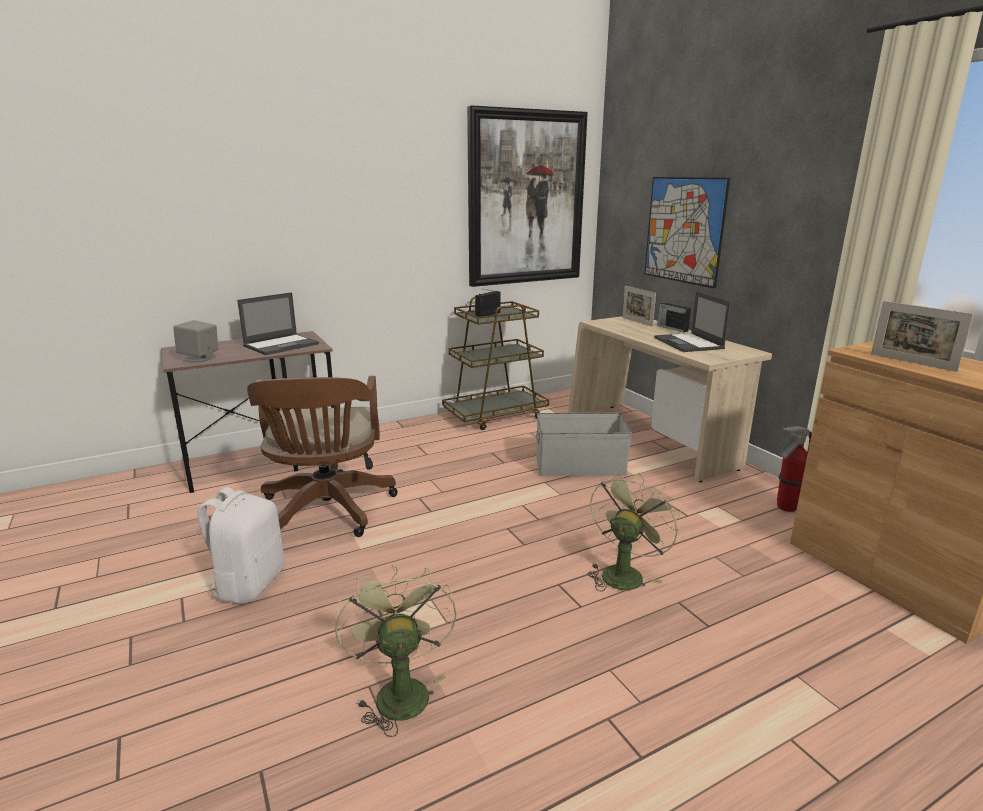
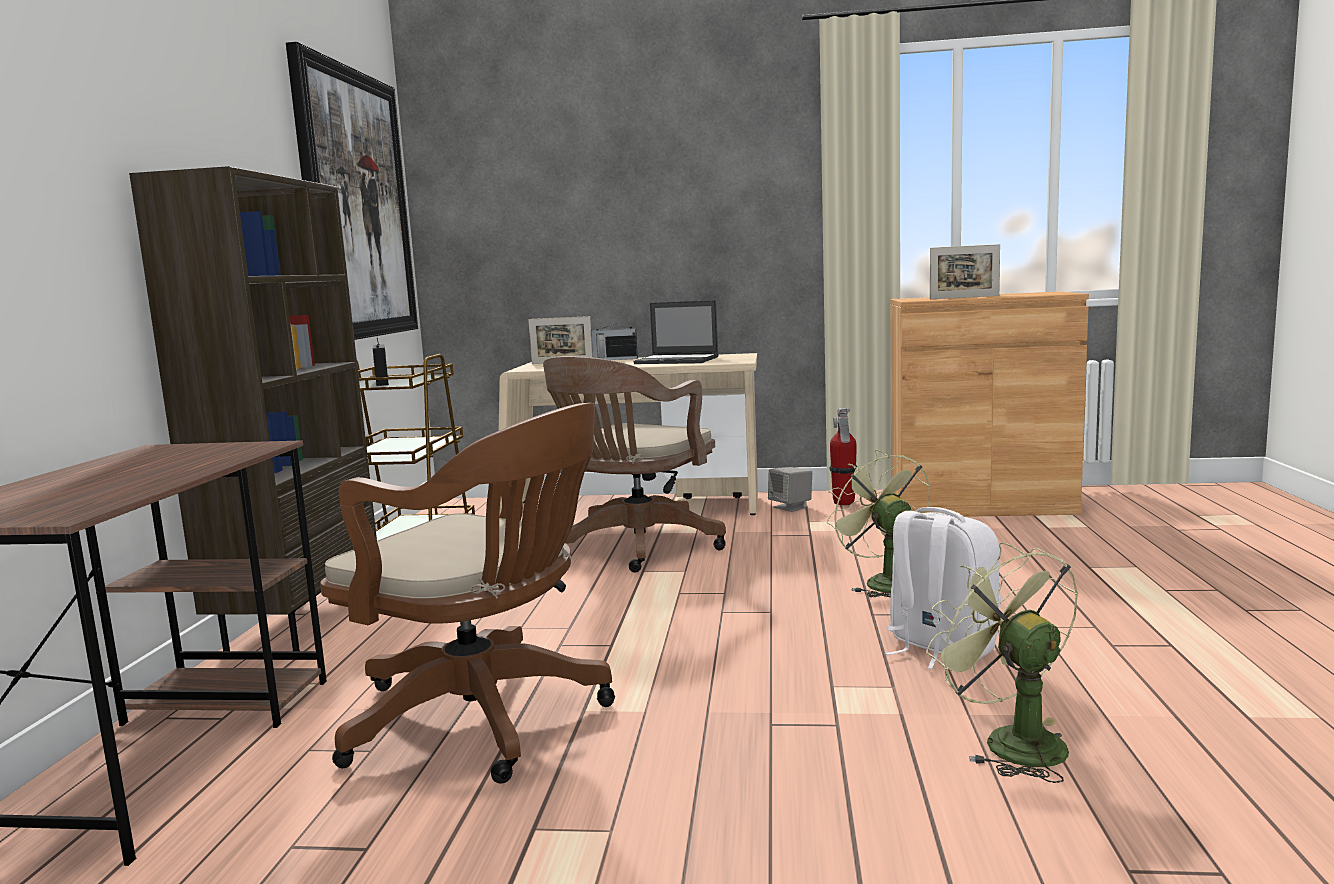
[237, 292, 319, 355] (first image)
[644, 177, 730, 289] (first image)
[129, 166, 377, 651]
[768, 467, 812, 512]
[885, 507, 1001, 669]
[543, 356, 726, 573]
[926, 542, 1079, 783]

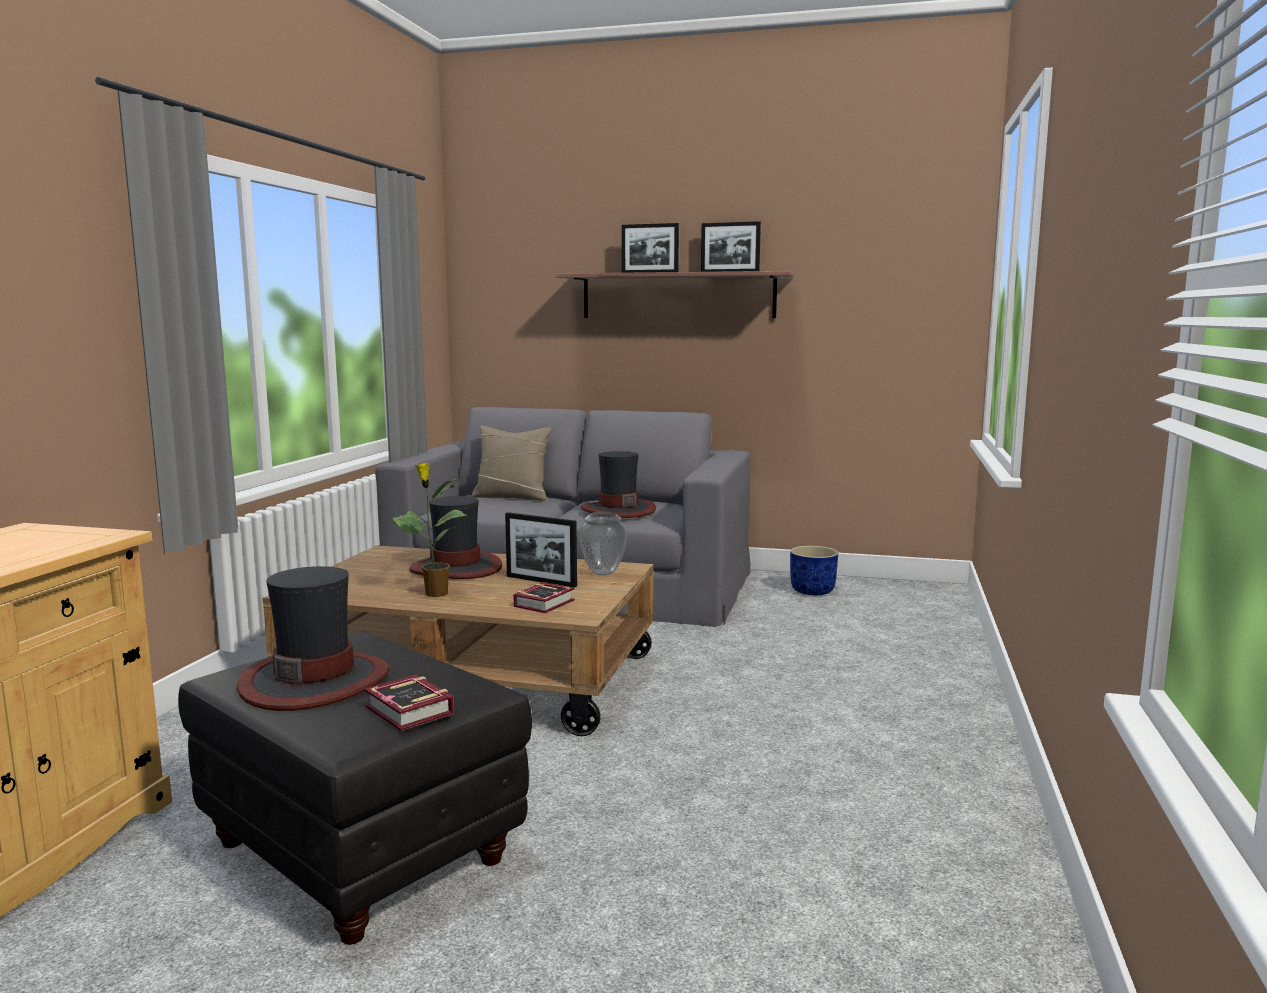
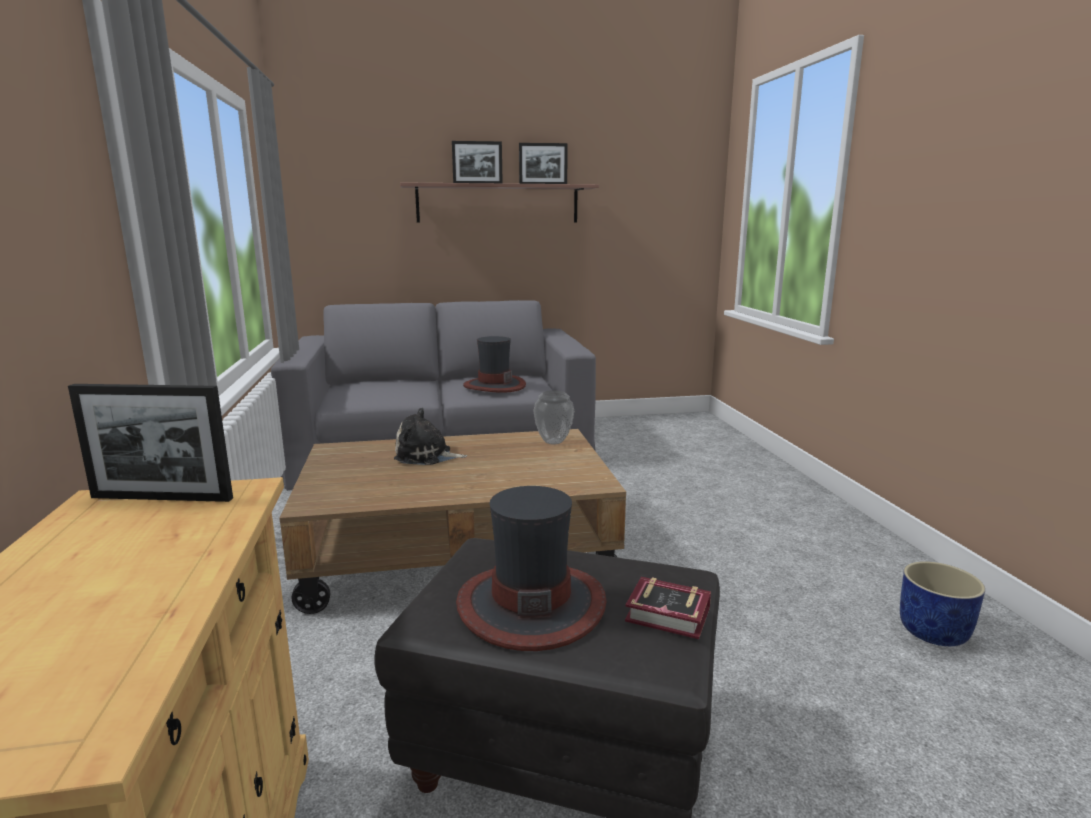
[392, 463, 466, 597] (first image)
[472, 426, 551, 501] (first image)
[513, 582, 575, 613] (first image)
[68, 384, 233, 502]
[900, 561, 985, 646]
[394, 408, 467, 465]

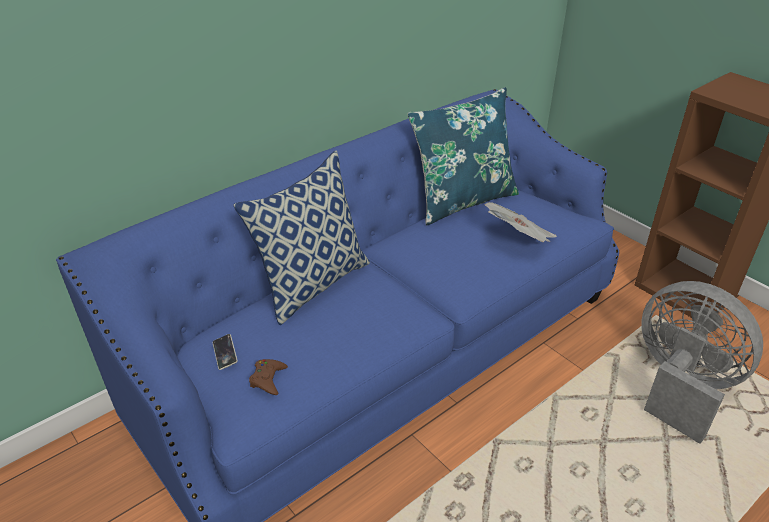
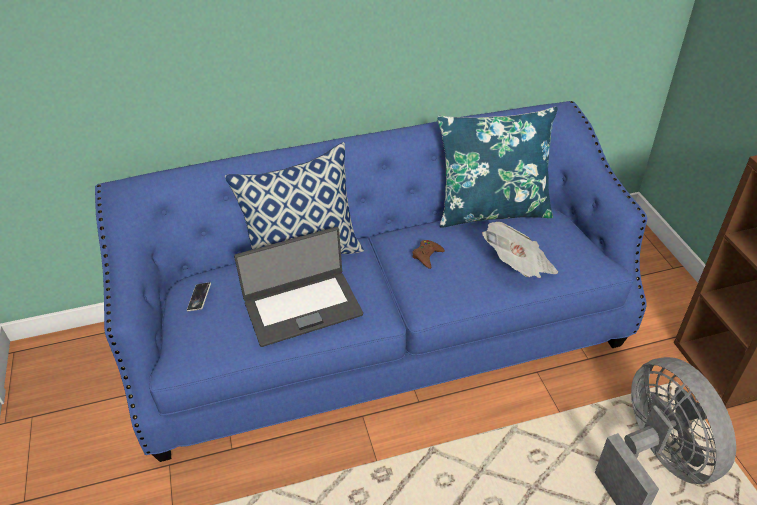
[234, 227, 363, 347]
[412, 240, 445, 269]

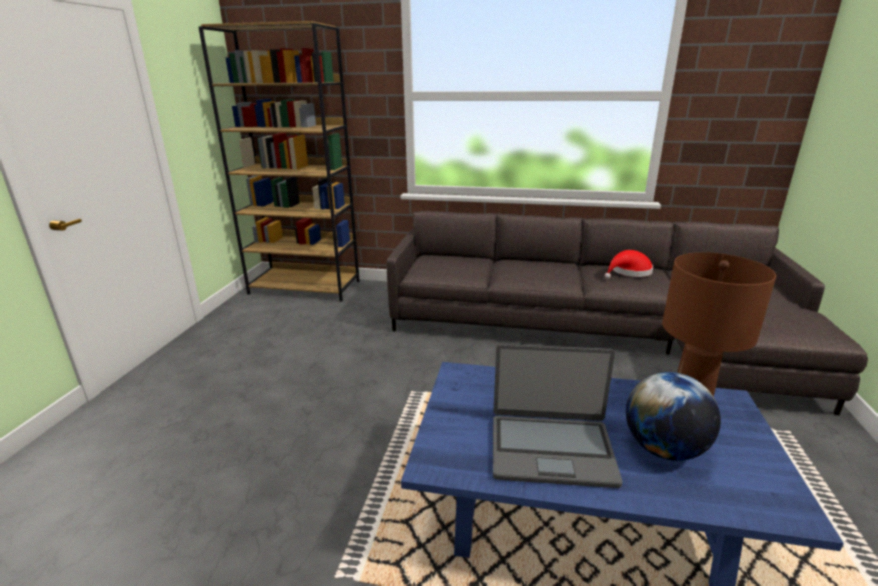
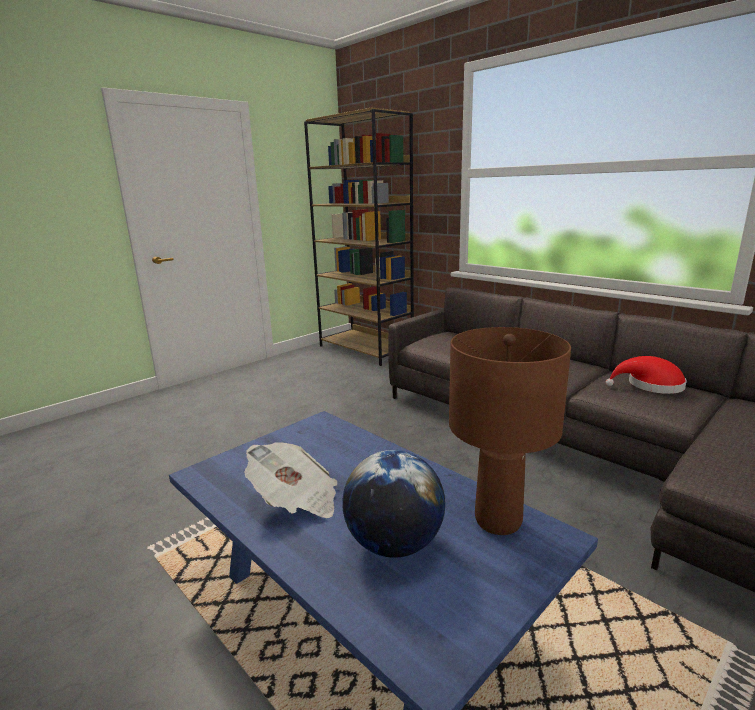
[244, 442, 337, 518]

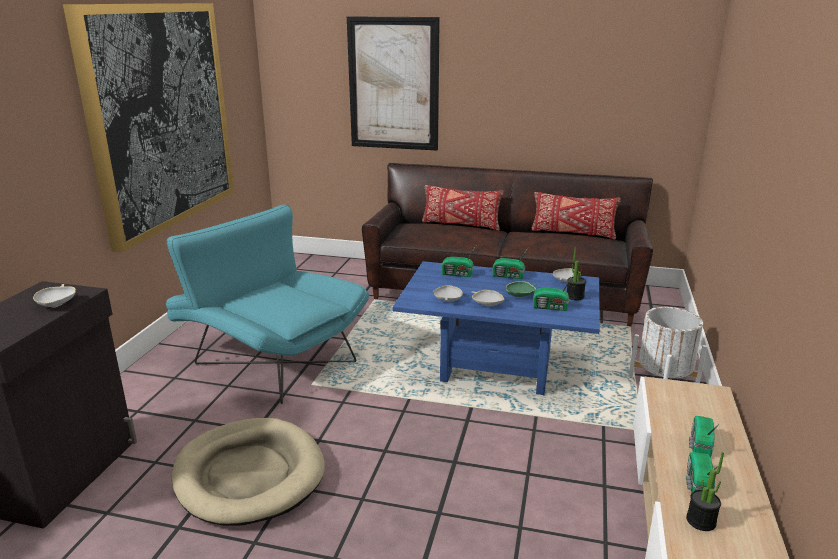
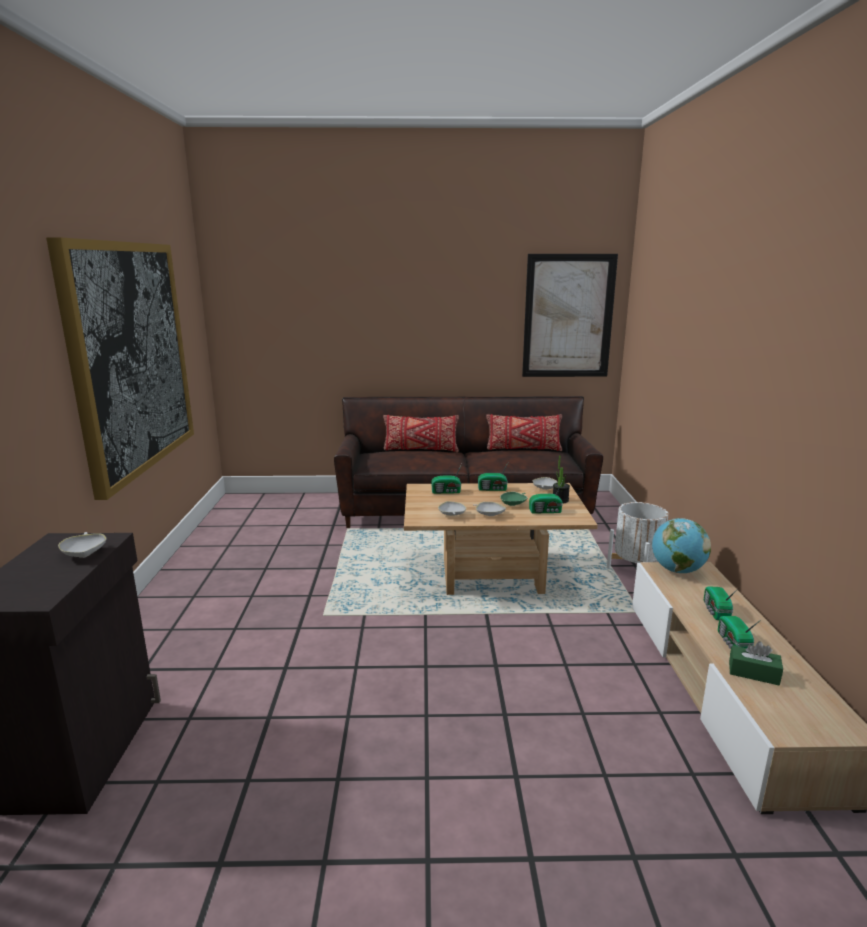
[166, 204, 369, 404] (first image)
[172, 418, 325, 526] (first image)
[652, 518, 711, 573]
[522, 254, 618, 377]
[729, 641, 783, 685]
[404, 483, 598, 595]

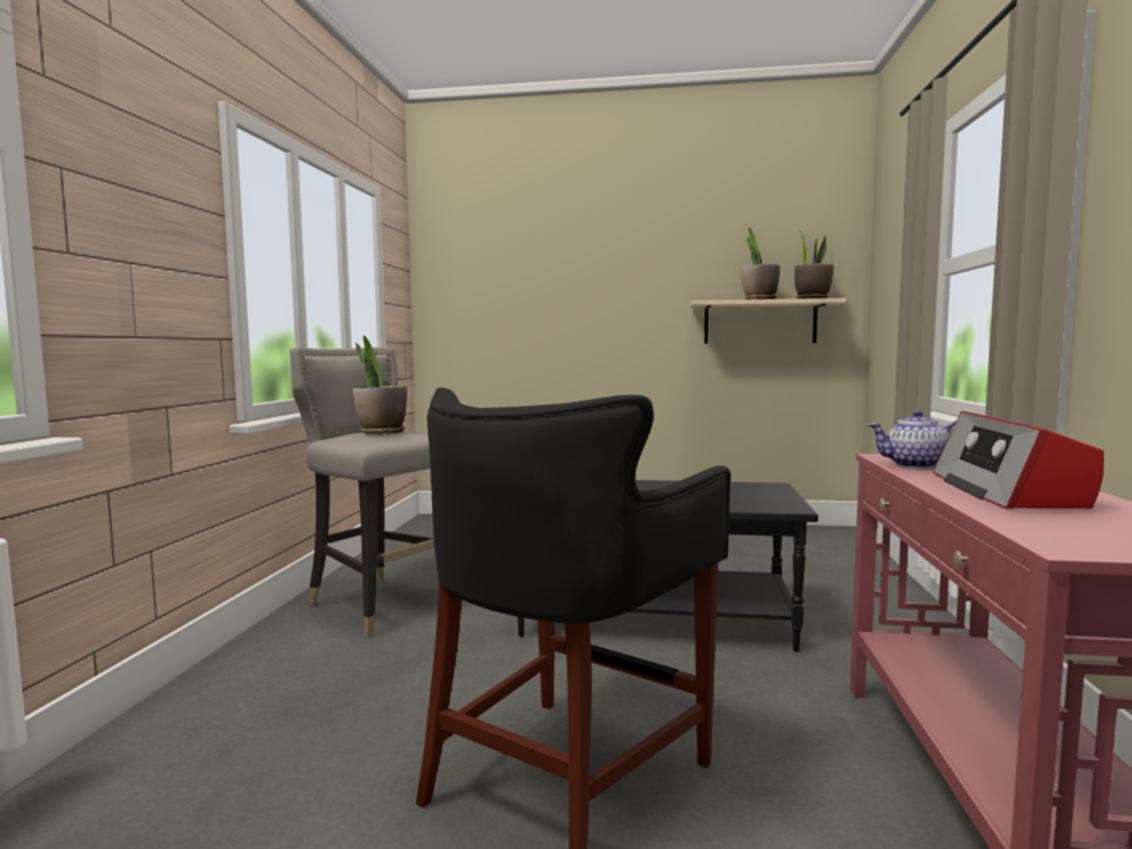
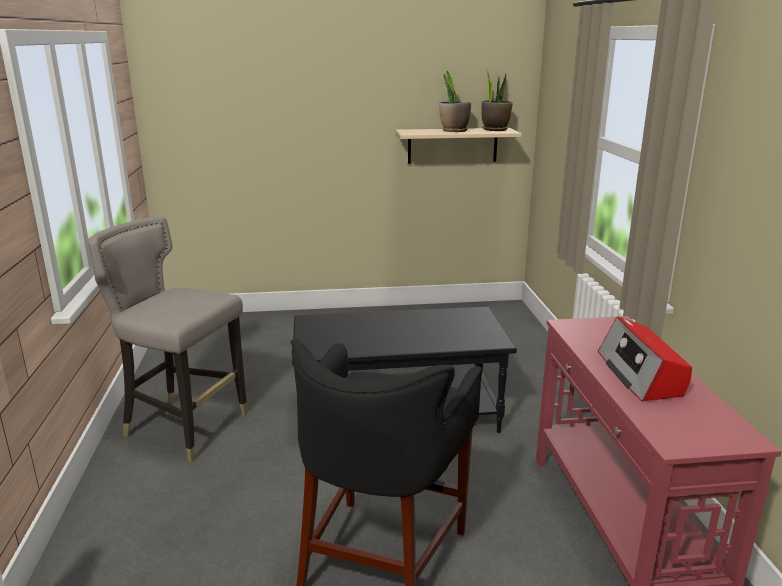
[353, 335, 407, 434] (first image)
[868, 411, 956, 469] (first image)

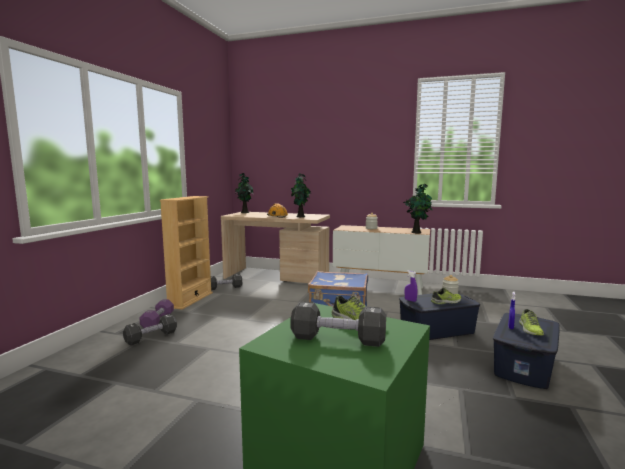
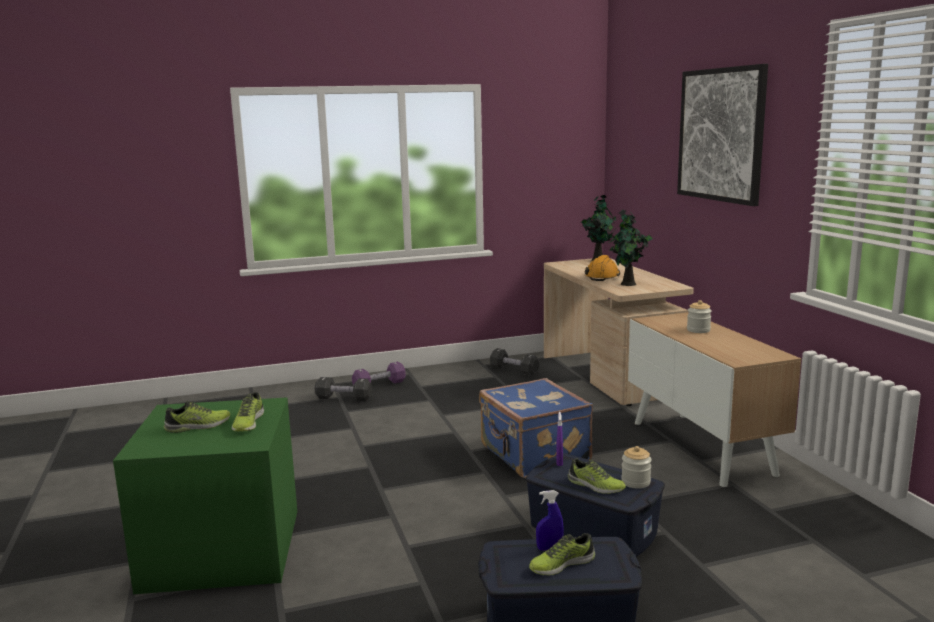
[160, 196, 213, 310] (first image)
[403, 184, 433, 233] (first image)
[677, 64, 768, 206]
[164, 401, 230, 433]

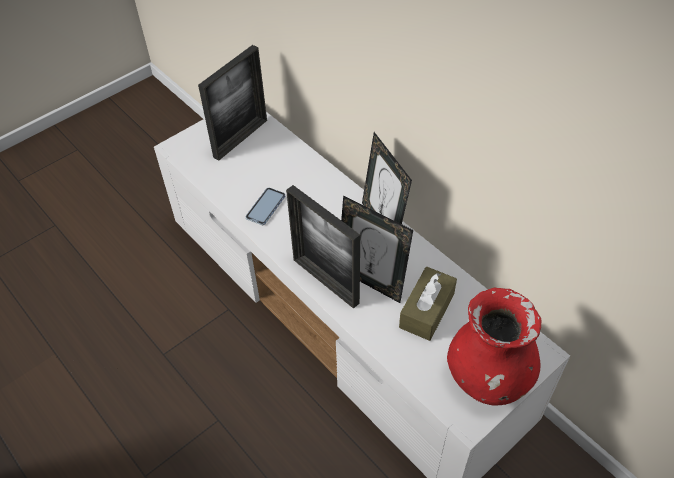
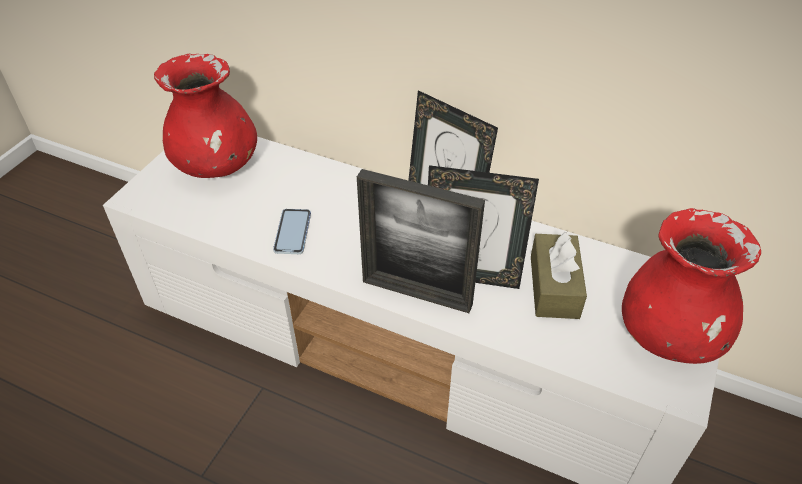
[154, 54, 257, 178]

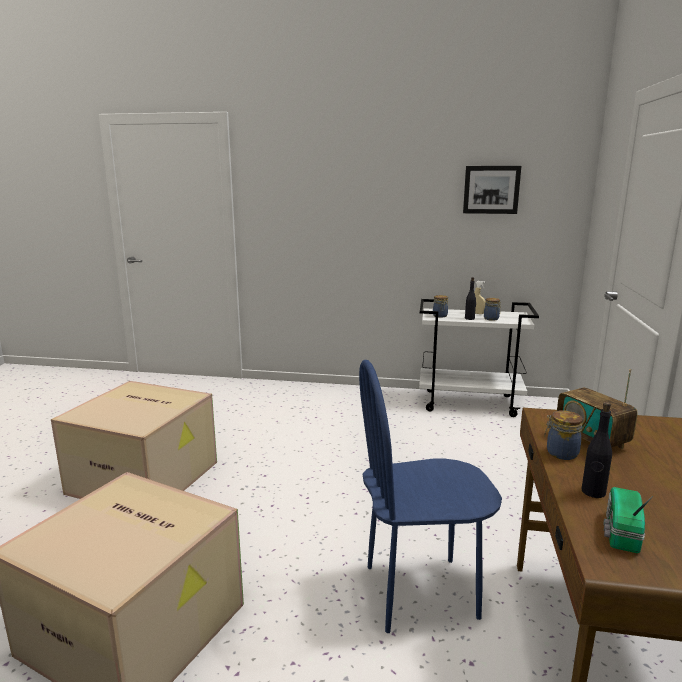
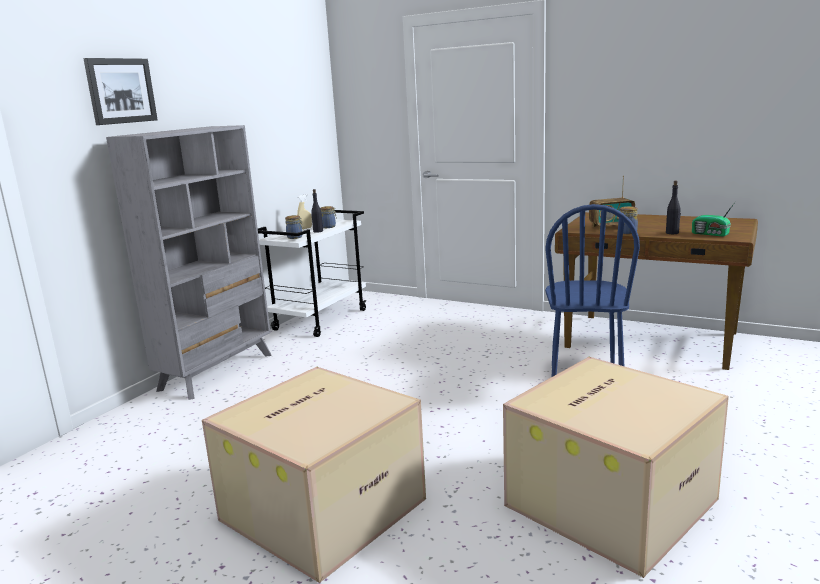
[106, 125, 272, 400]
[83, 58, 158, 125]

